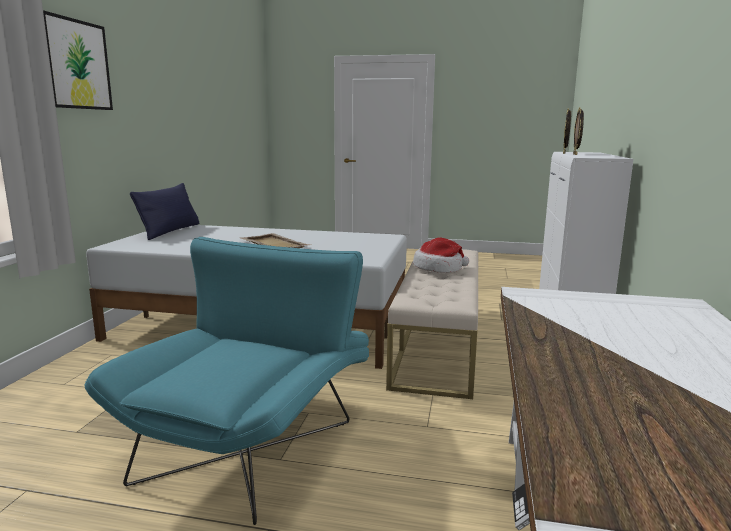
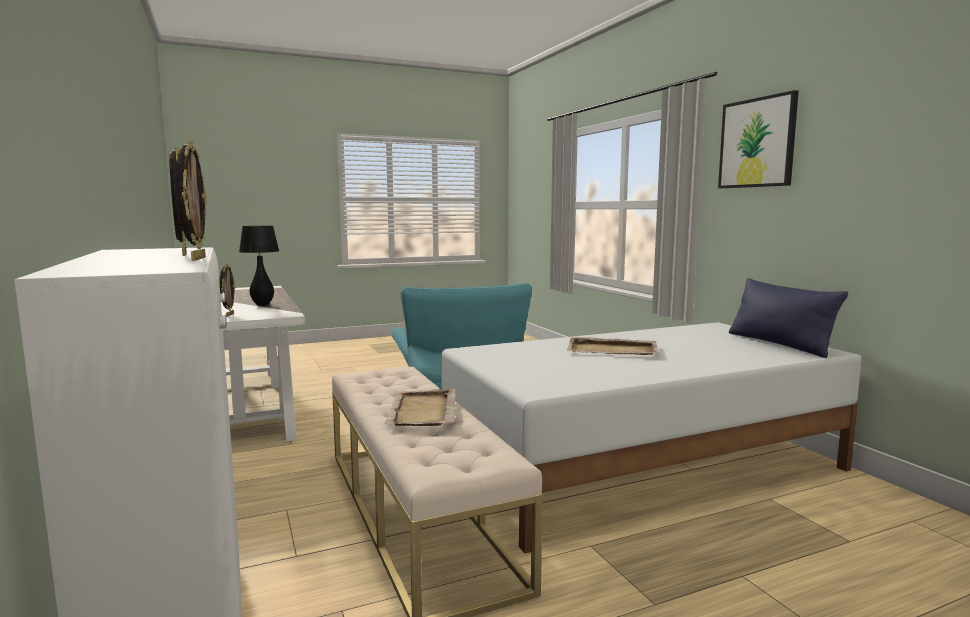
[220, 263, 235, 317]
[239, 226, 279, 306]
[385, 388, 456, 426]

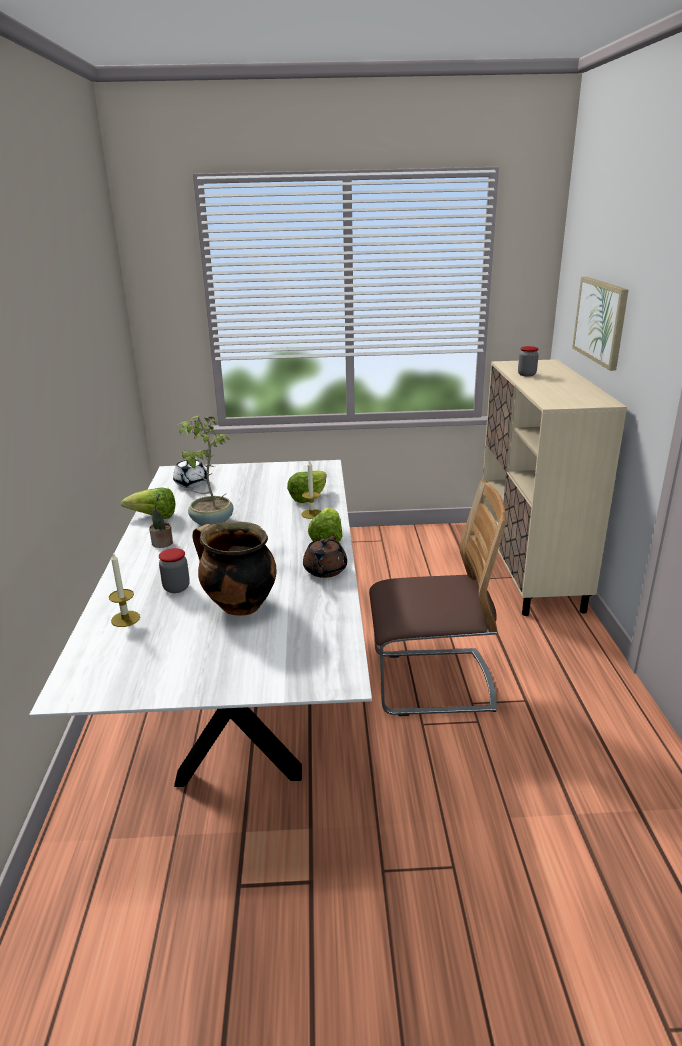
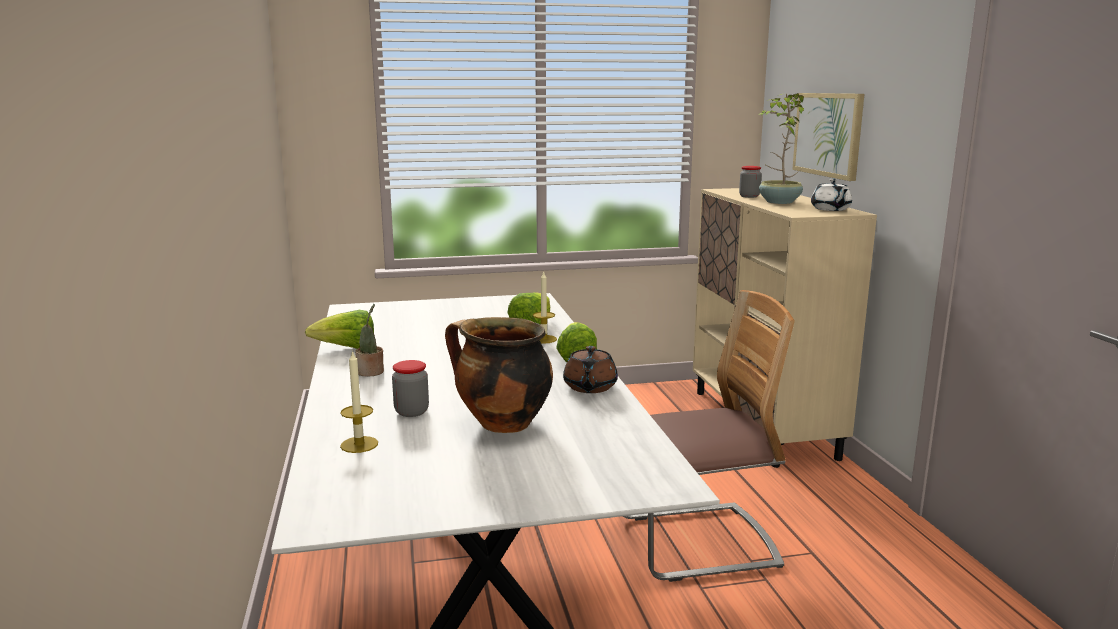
[811, 179, 852, 211]
[759, 93, 804, 204]

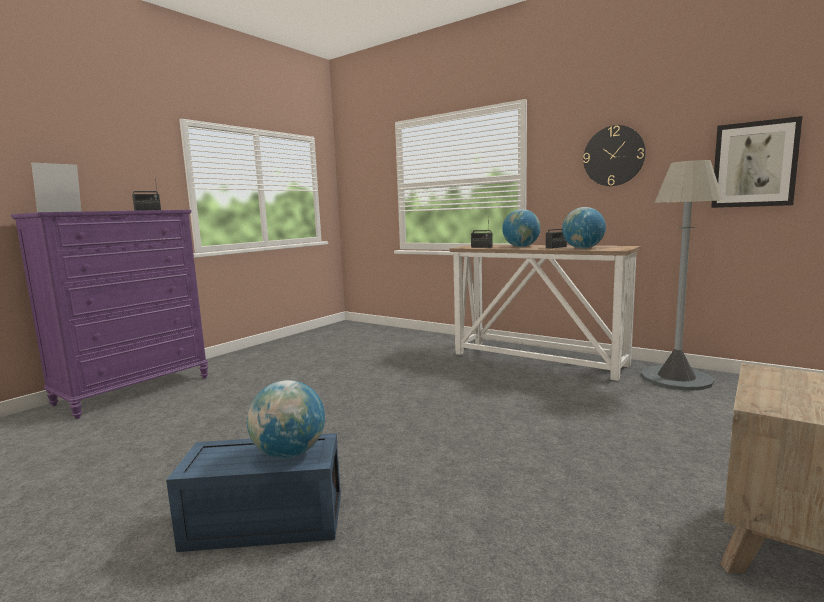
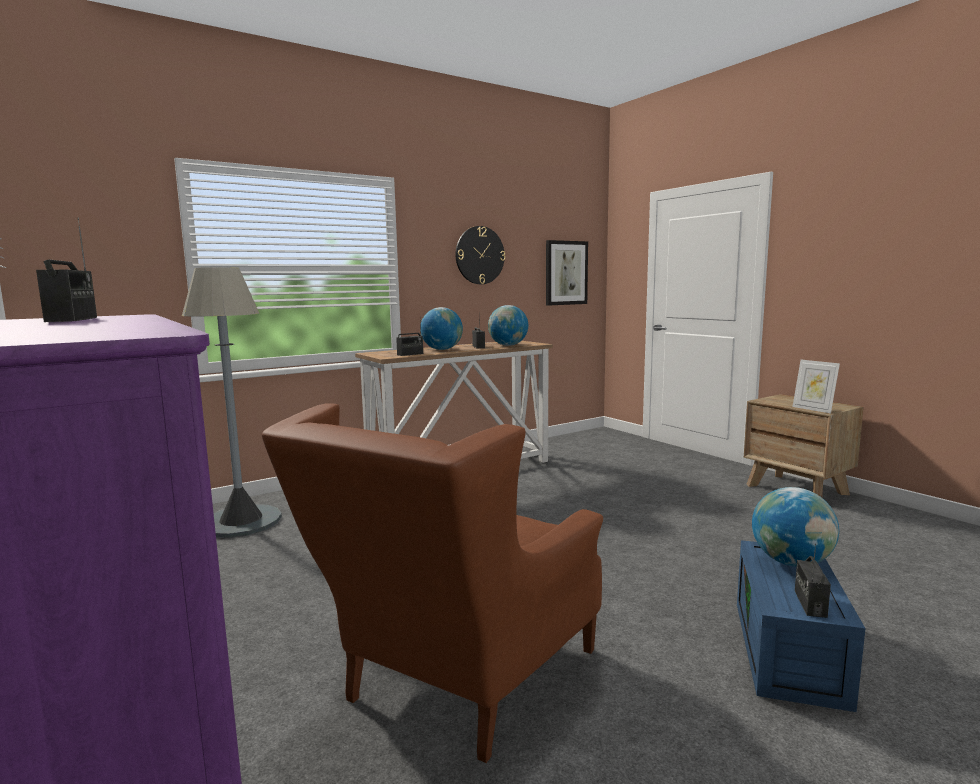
[262, 403, 603, 763]
[795, 543, 831, 618]
[792, 360, 840, 413]
[182, 267, 282, 538]

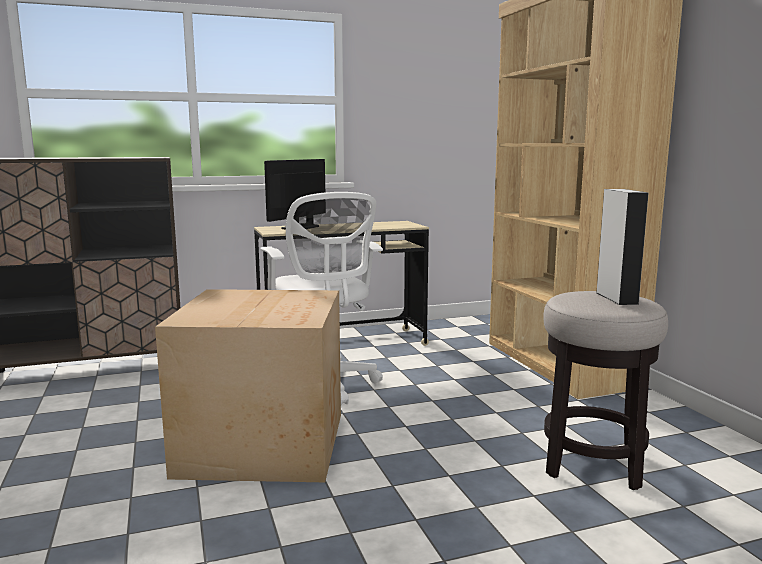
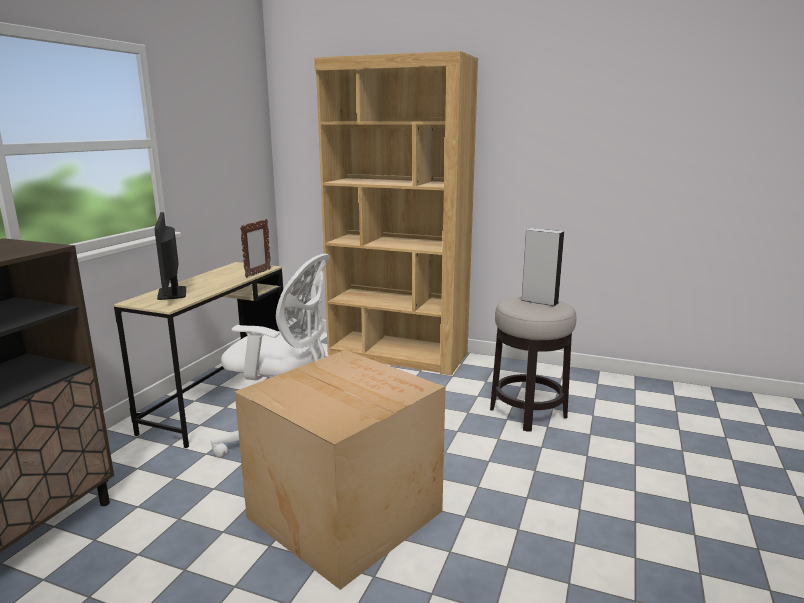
[240, 219, 271, 278]

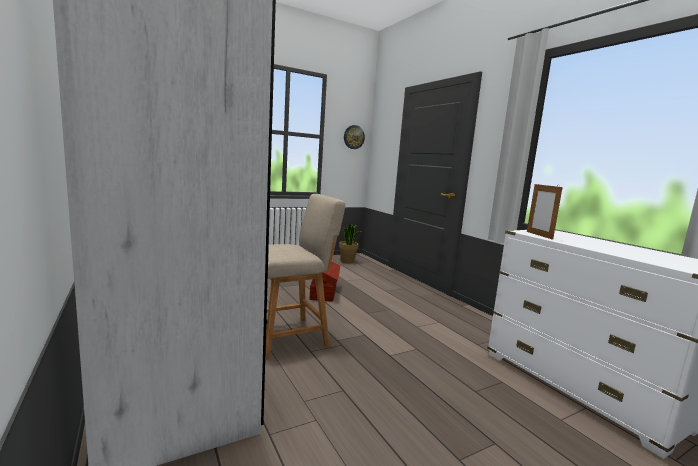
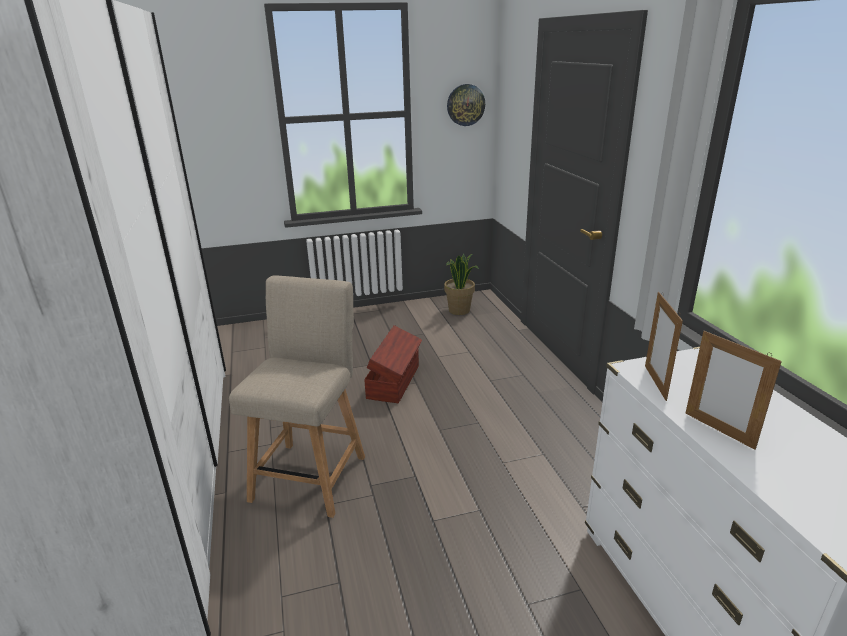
[685, 331, 782, 450]
[229, 276, 365, 518]

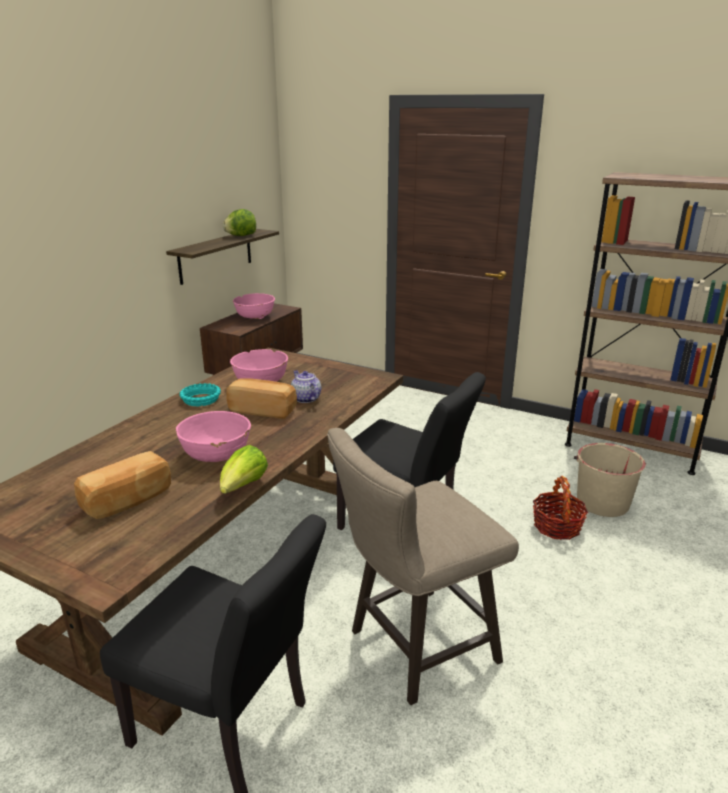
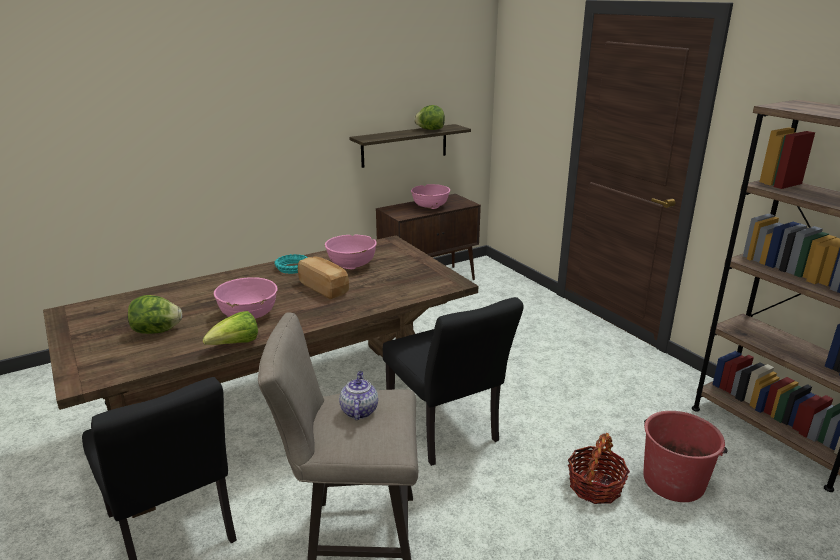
[339, 371, 378, 420]
[128, 295, 182, 334]
[644, 411, 728, 502]

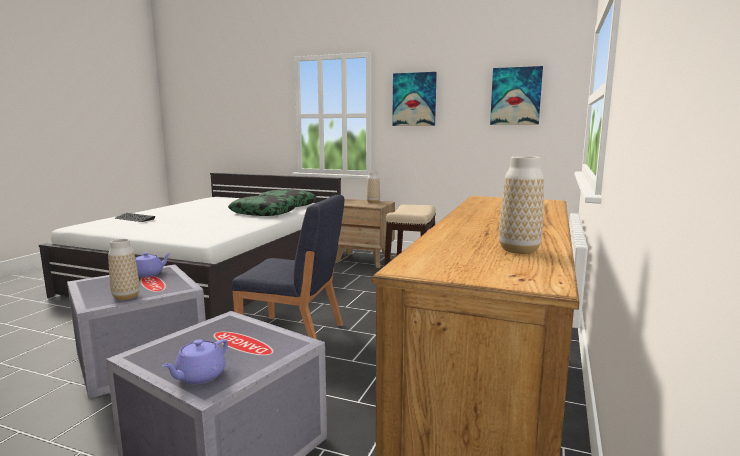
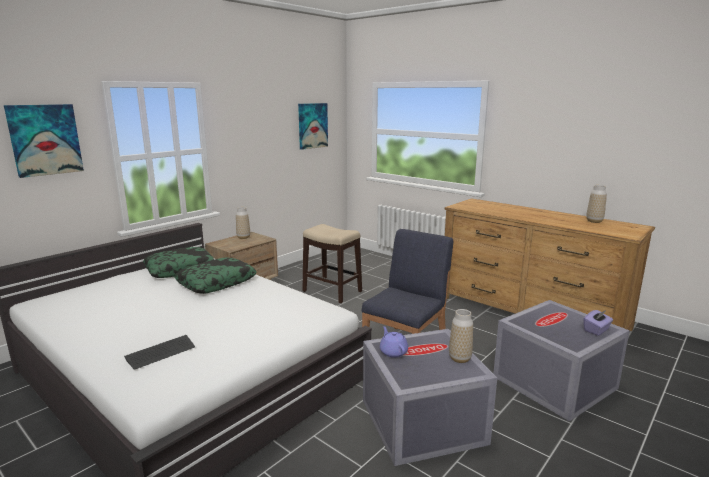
[4, 104, 84, 178]
[583, 310, 613, 336]

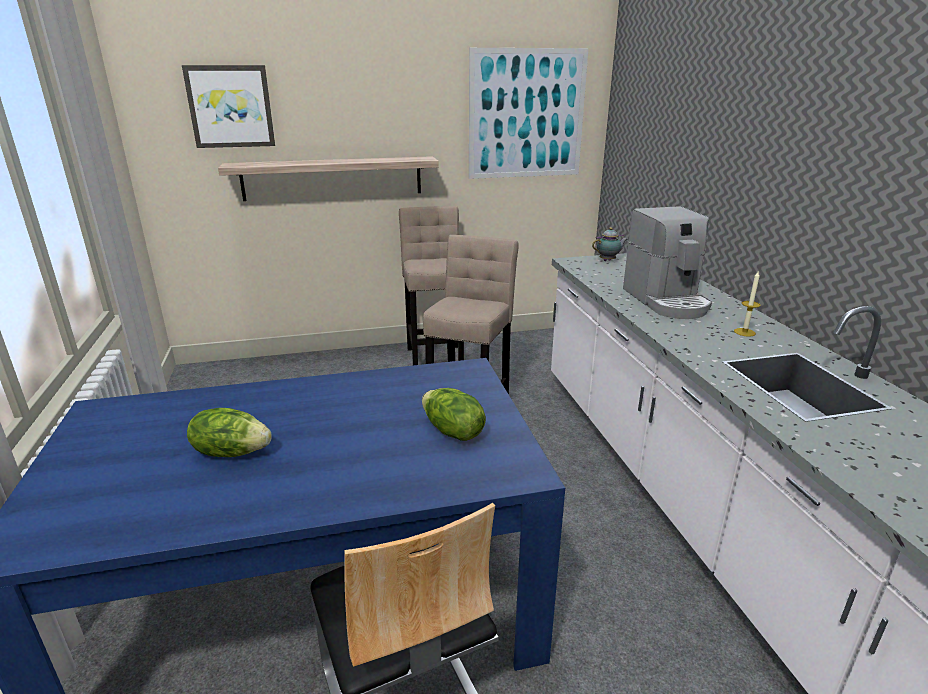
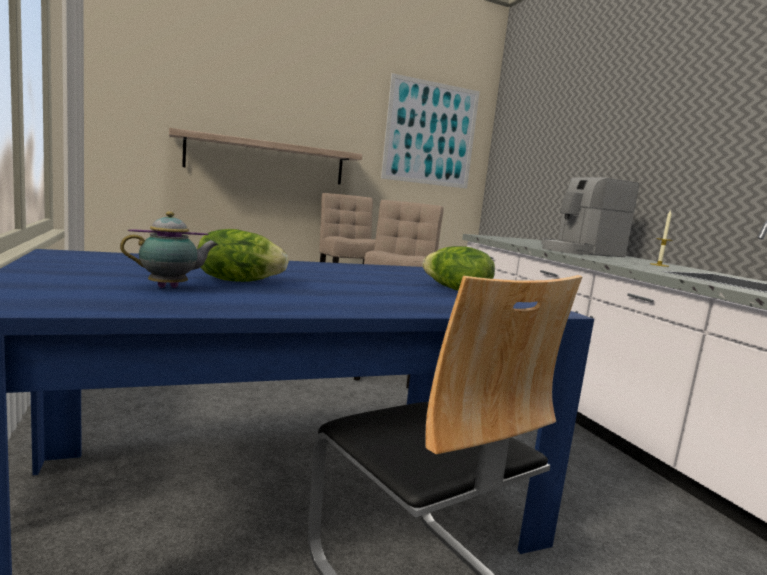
[182, 65, 275, 148] (first image)
[120, 211, 218, 288]
[541, 177, 639, 257]

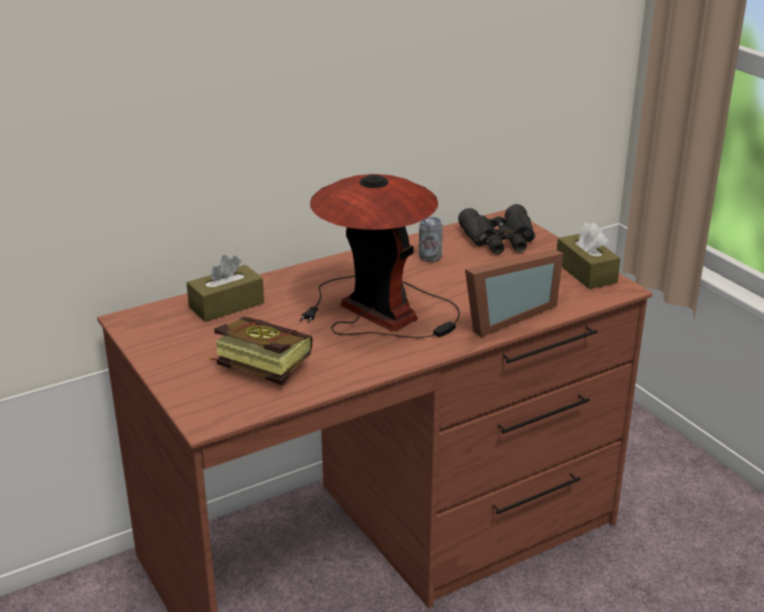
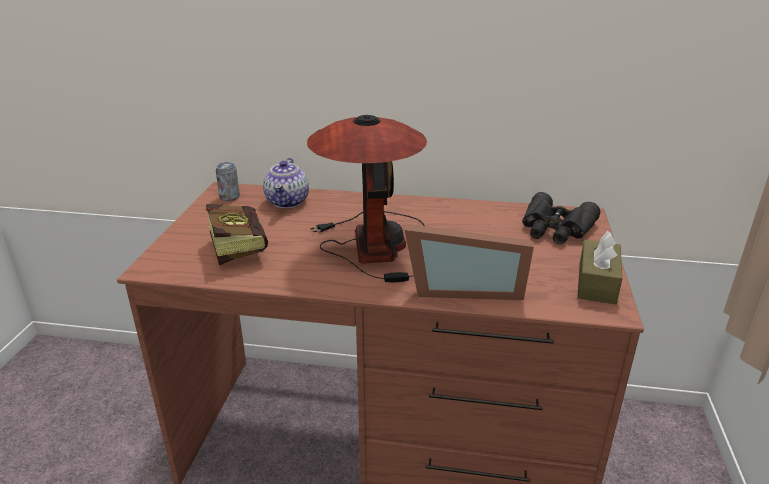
[216, 162, 240, 201]
[263, 158, 309, 208]

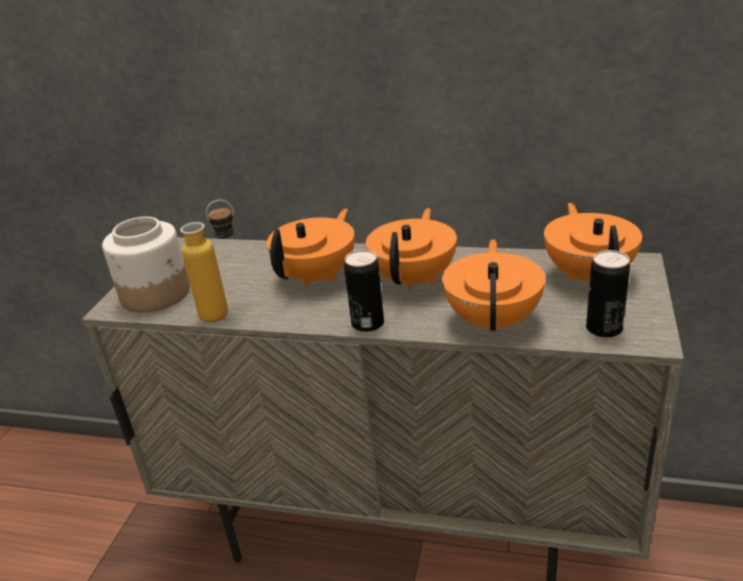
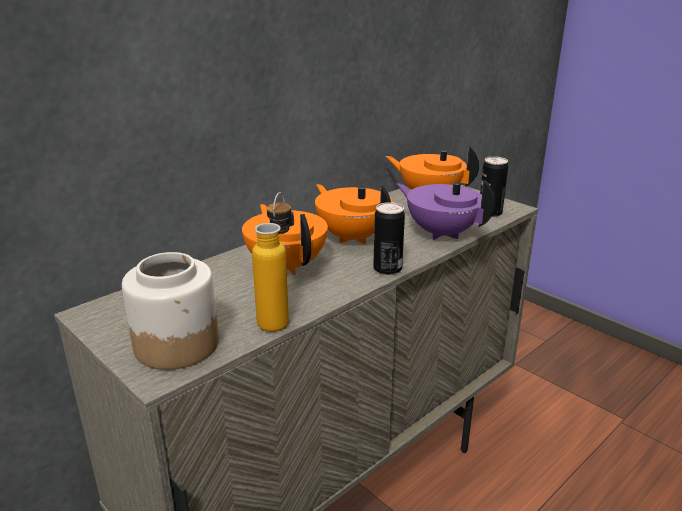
[397, 180, 495, 240]

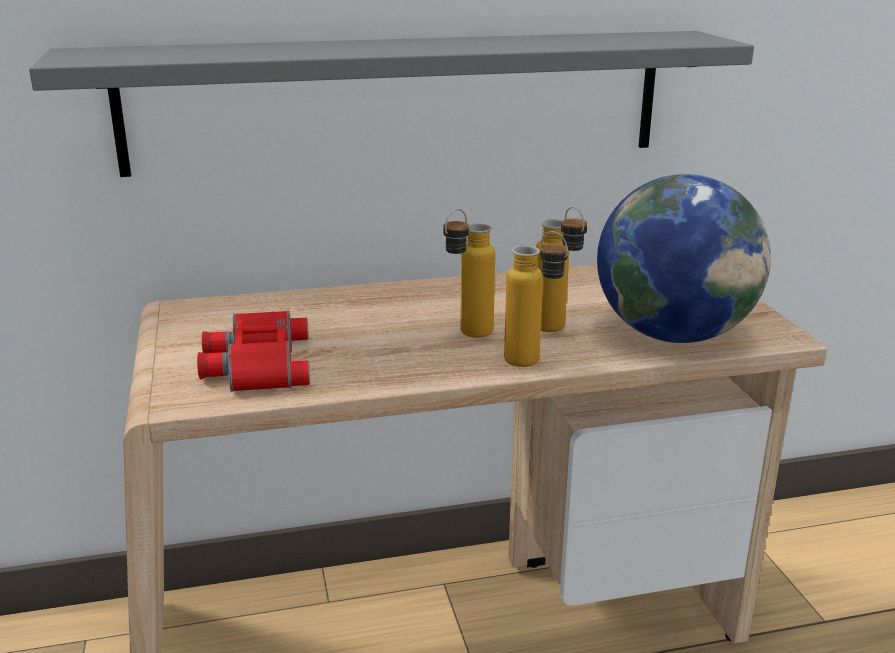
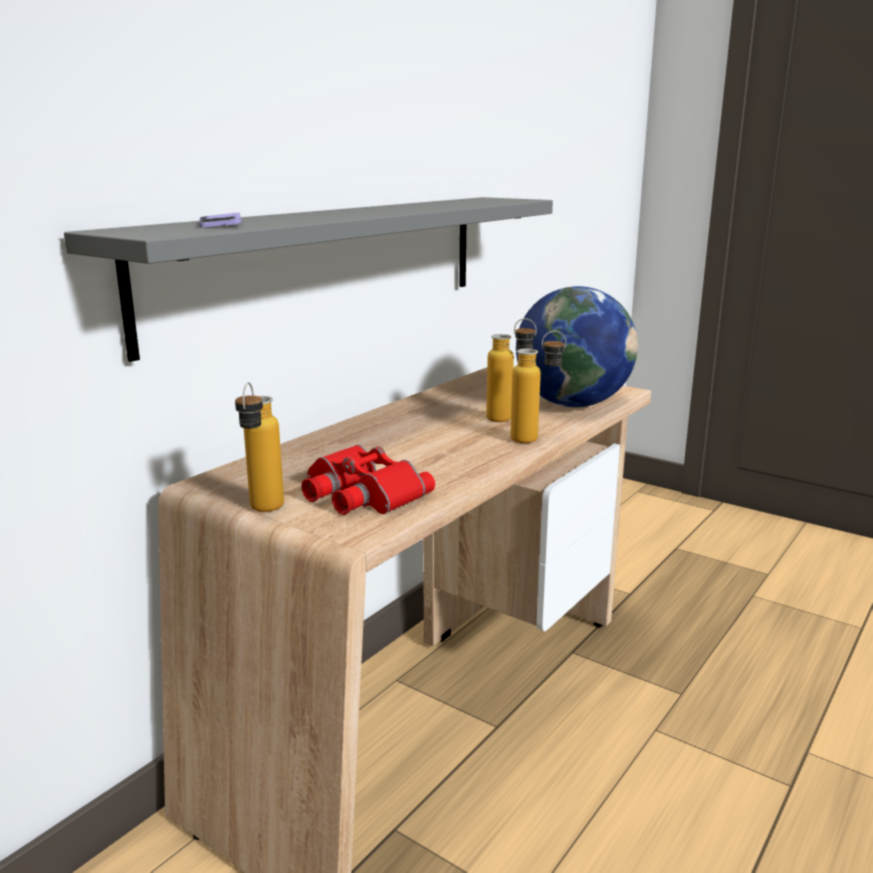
[198, 213, 242, 228]
[235, 382, 284, 512]

